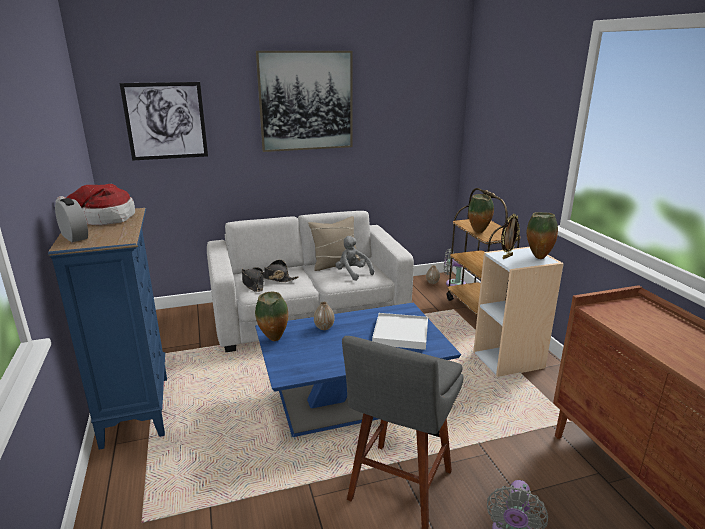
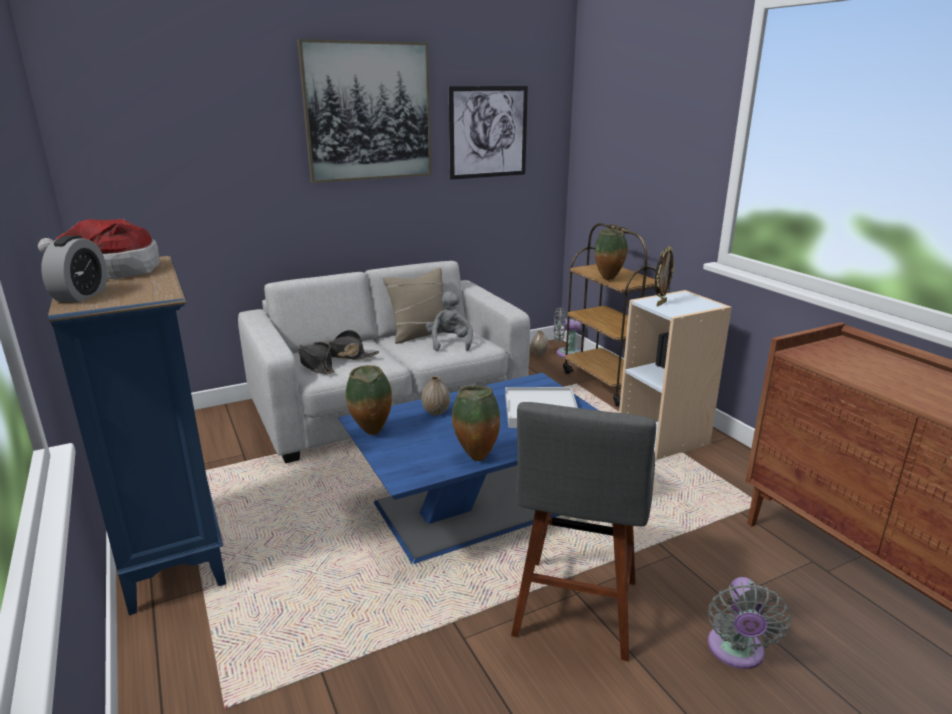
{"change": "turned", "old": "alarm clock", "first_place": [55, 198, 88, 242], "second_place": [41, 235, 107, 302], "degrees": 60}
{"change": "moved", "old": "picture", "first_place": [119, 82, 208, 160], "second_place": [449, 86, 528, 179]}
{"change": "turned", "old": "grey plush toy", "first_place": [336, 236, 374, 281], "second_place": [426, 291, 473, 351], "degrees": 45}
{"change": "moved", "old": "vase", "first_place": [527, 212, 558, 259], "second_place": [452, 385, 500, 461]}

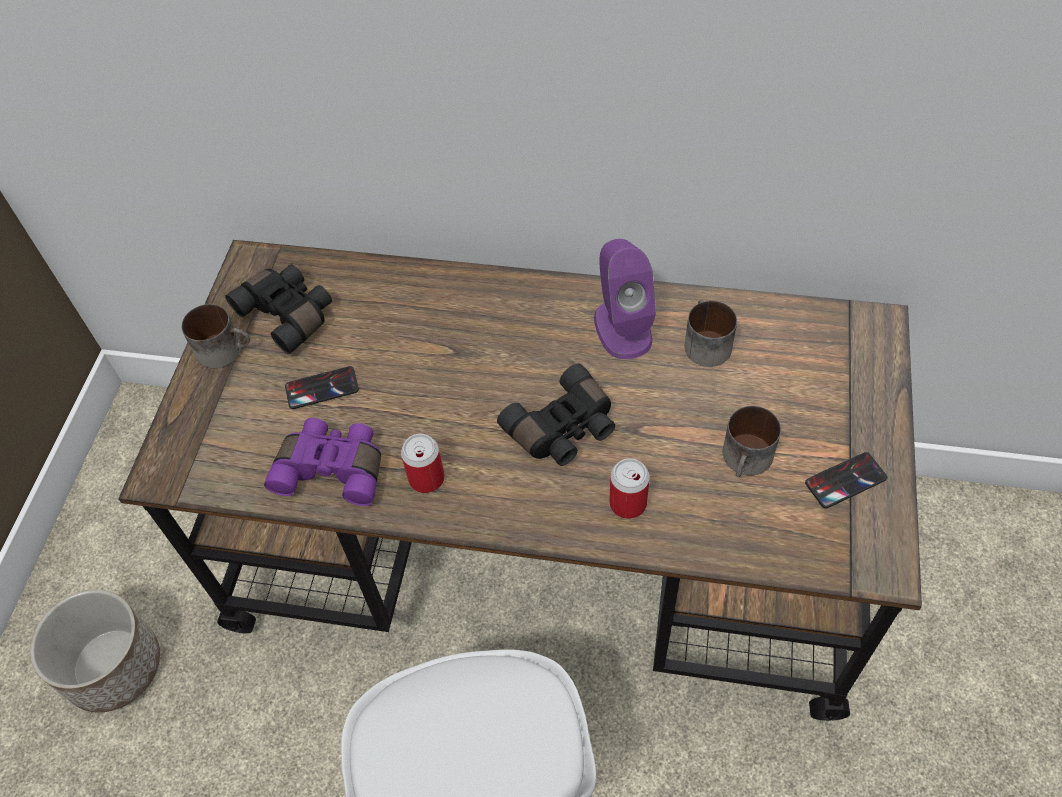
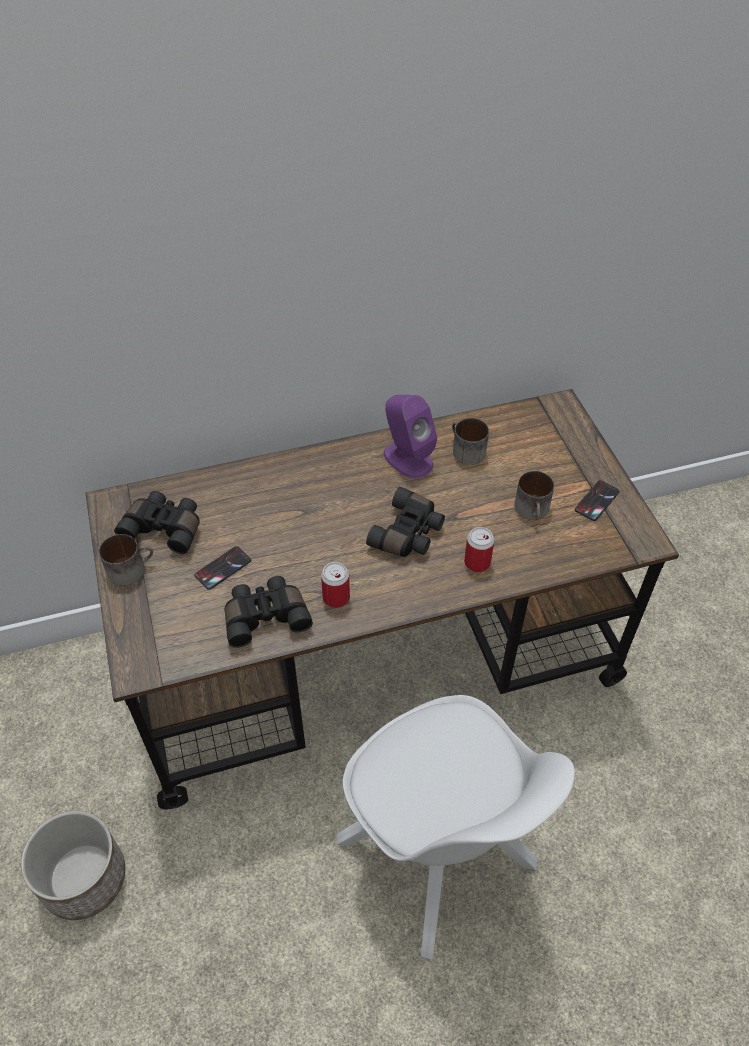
{"change": "recoloured", "old": "purple binoculars", "new": "black binoculars", "first_place": [264, 418, 381, 506], "second_place": [224, 576, 313, 648]}

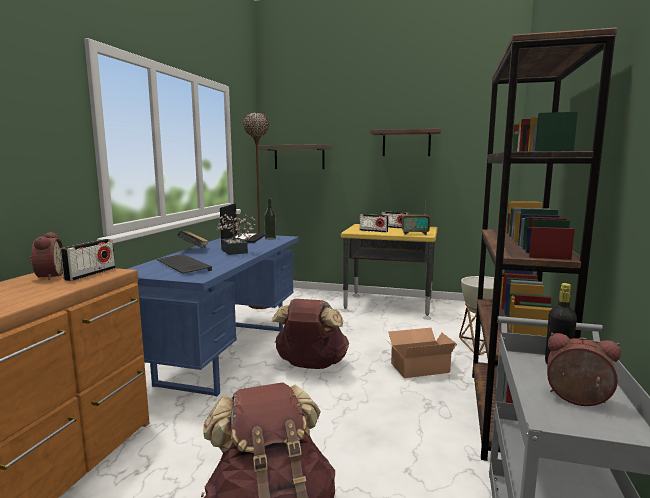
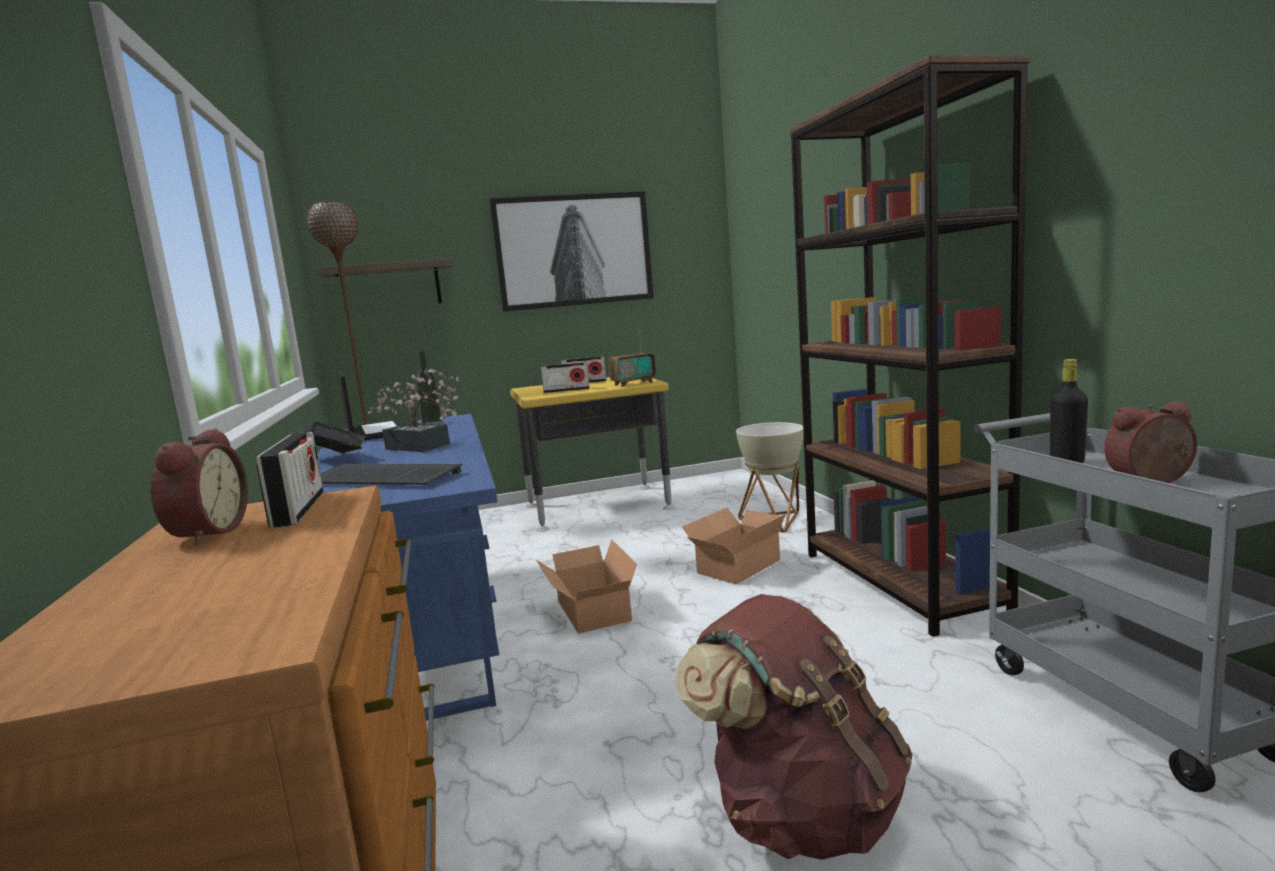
{"change": "turned", "old": "alarm clock", "first_place": [29, 232, 63, 280], "second_place": [151, 428, 248, 545], "degrees": 45}
{"change": "replaced", "old": "brown backpack", "new": "cardboard box", "first_place": [272, 299, 349, 369], "second_place": [536, 539, 637, 634]}
{"change": "replaced", "old": "shelf", "new": "picture", "first_place": [370, 129, 441, 156], "second_place": [489, 191, 654, 312]}

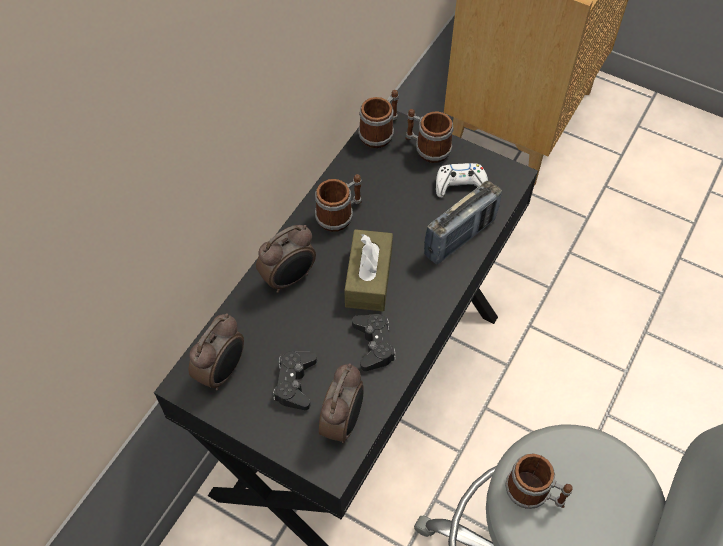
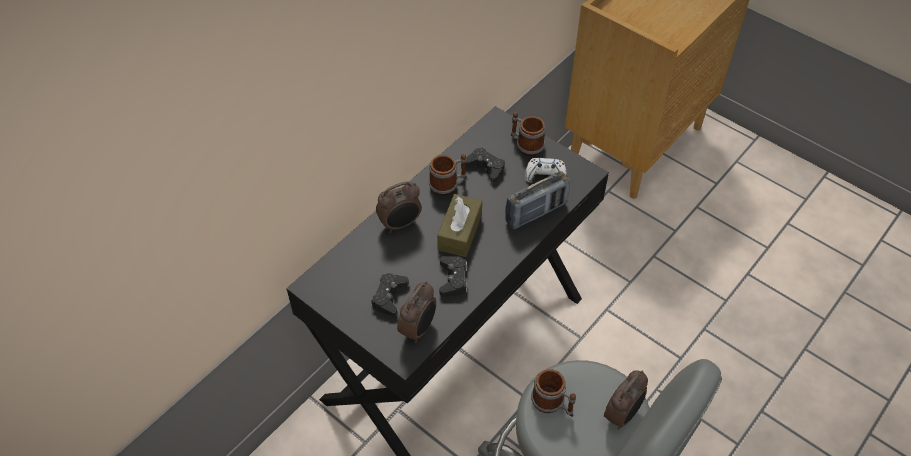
{"change": "moved", "old": "alarm clock", "first_place": [189, 314, 244, 391], "second_place": [604, 370, 648, 430]}
{"change": "removed", "old": "mug", "first_place": [358, 90, 399, 148]}
{"change": "added", "new": "black game controller", "second_place": [465, 148, 505, 183]}

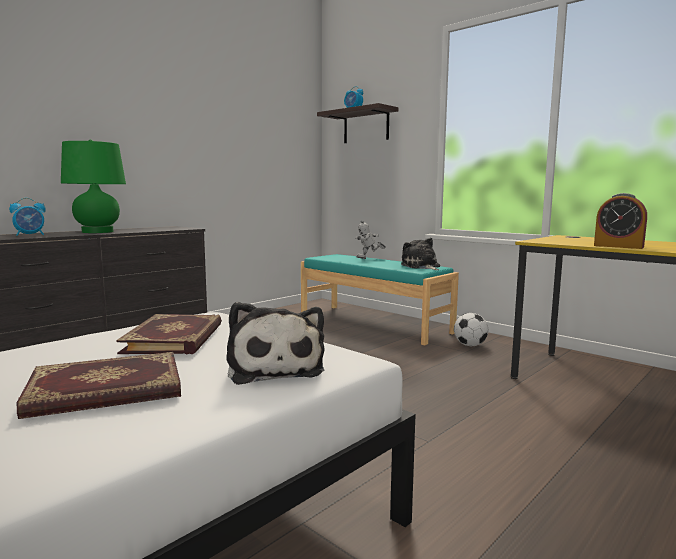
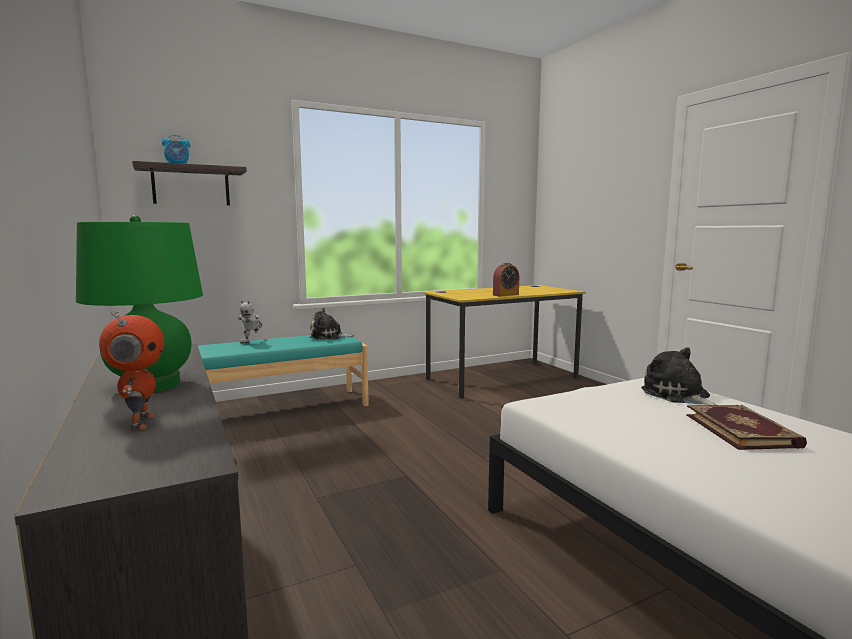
{"change": "replaced", "old": "alarm clock", "new": "toy robot", "first_place": [9, 198, 46, 236], "second_place": [99, 311, 164, 430]}
{"change": "removed", "old": "book", "first_place": [116, 314, 222, 354]}
{"change": "turned", "old": "plush toy", "first_place": [227, 302, 325, 385], "second_place": [641, 347, 717, 405], "degrees": -120}
{"change": "removed", "old": "football", "first_place": [454, 313, 488, 346]}

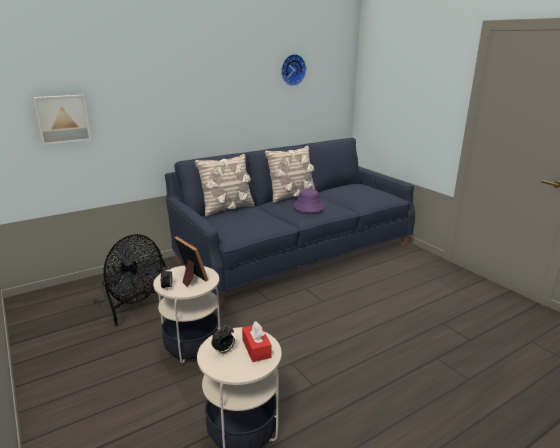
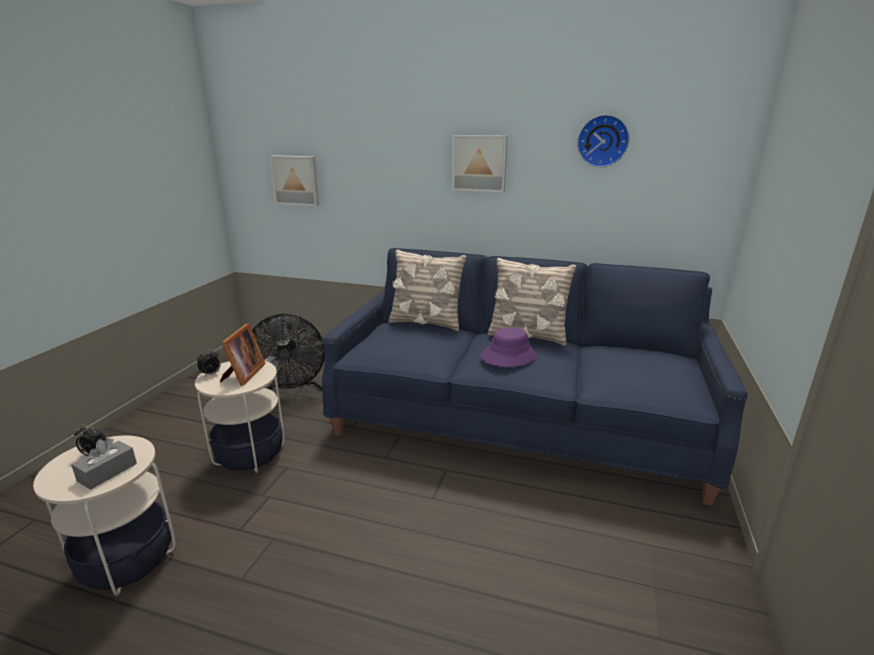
{"change": "recoloured", "old": "red tissue box", "new": "grey tissue box", "first_place": [242, 321, 272, 362], "second_place": [71, 438, 137, 490]}
{"change": "added", "new": "picture", "second_place": [452, 135, 508, 193]}

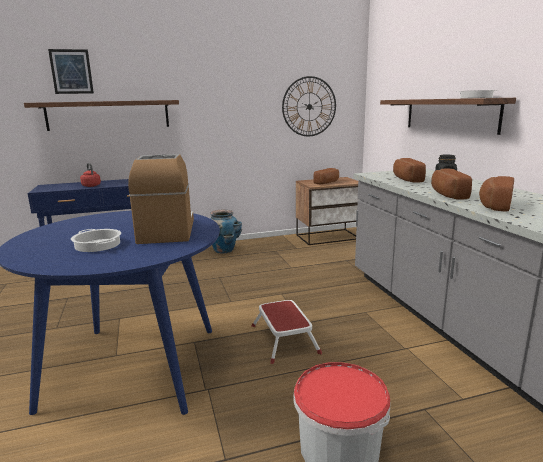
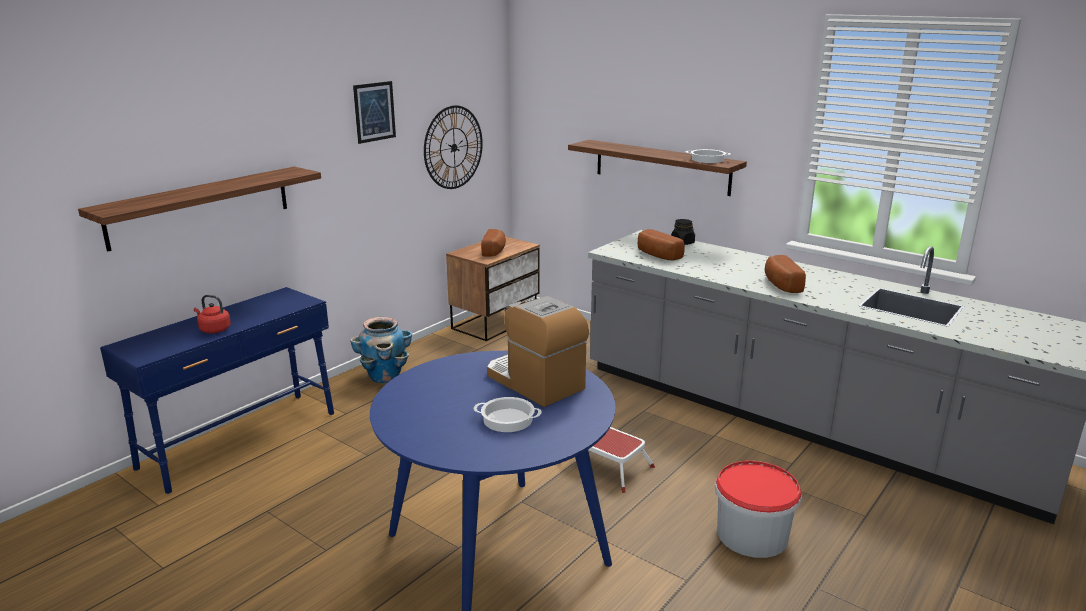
{"change": "moved", "old": "picture", "first_place": [48, 49, 94, 94], "second_place": [353, 81, 396, 144]}
{"change": "removed", "old": "bread", "first_place": [431, 169, 472, 199]}

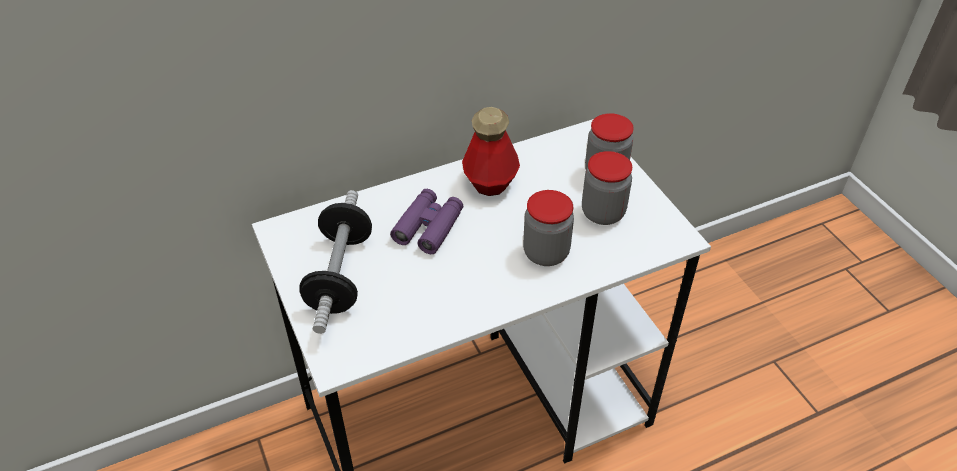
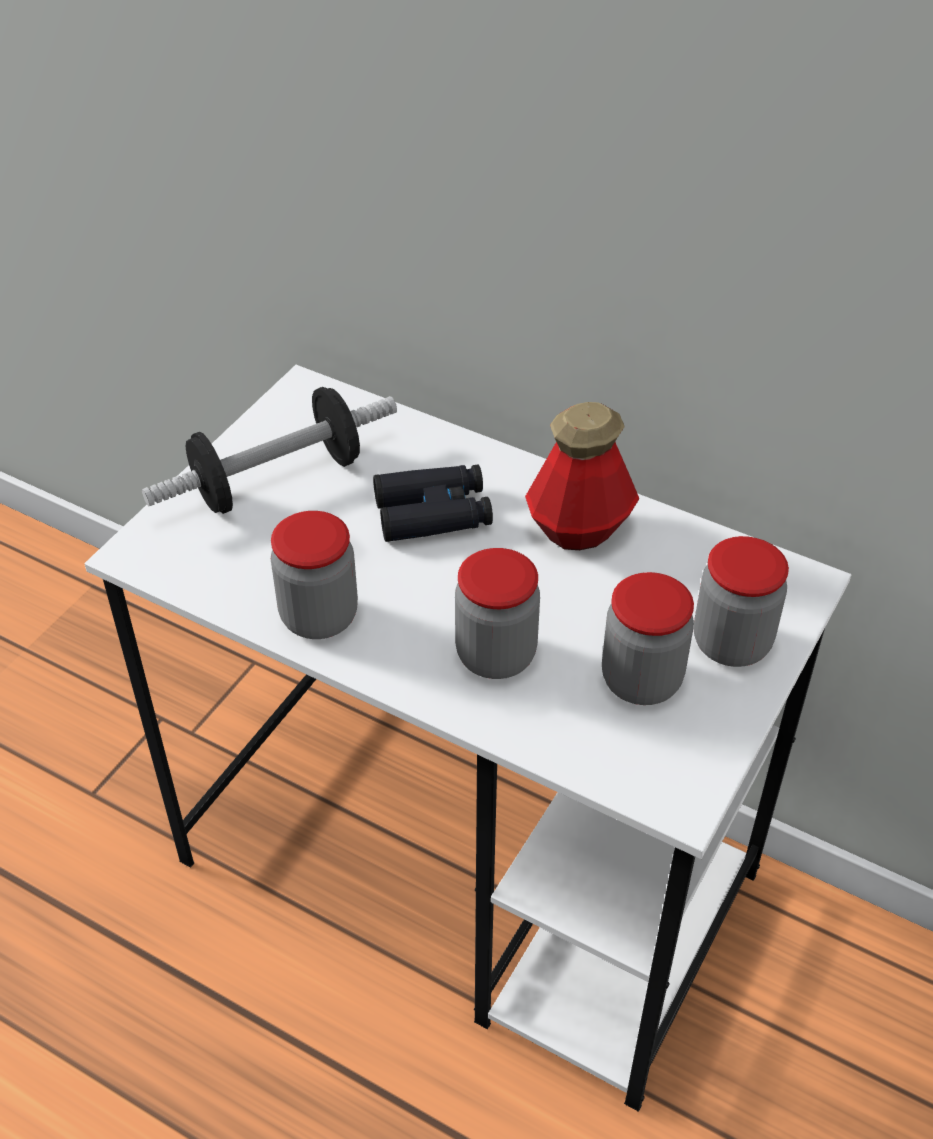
{"change": "recoloured", "old": "purple binoculars", "new": "black binoculars", "first_place": [390, 189, 463, 254], "second_place": [373, 465, 493, 542]}
{"change": "added", "new": "jar", "second_place": [271, 511, 358, 639]}

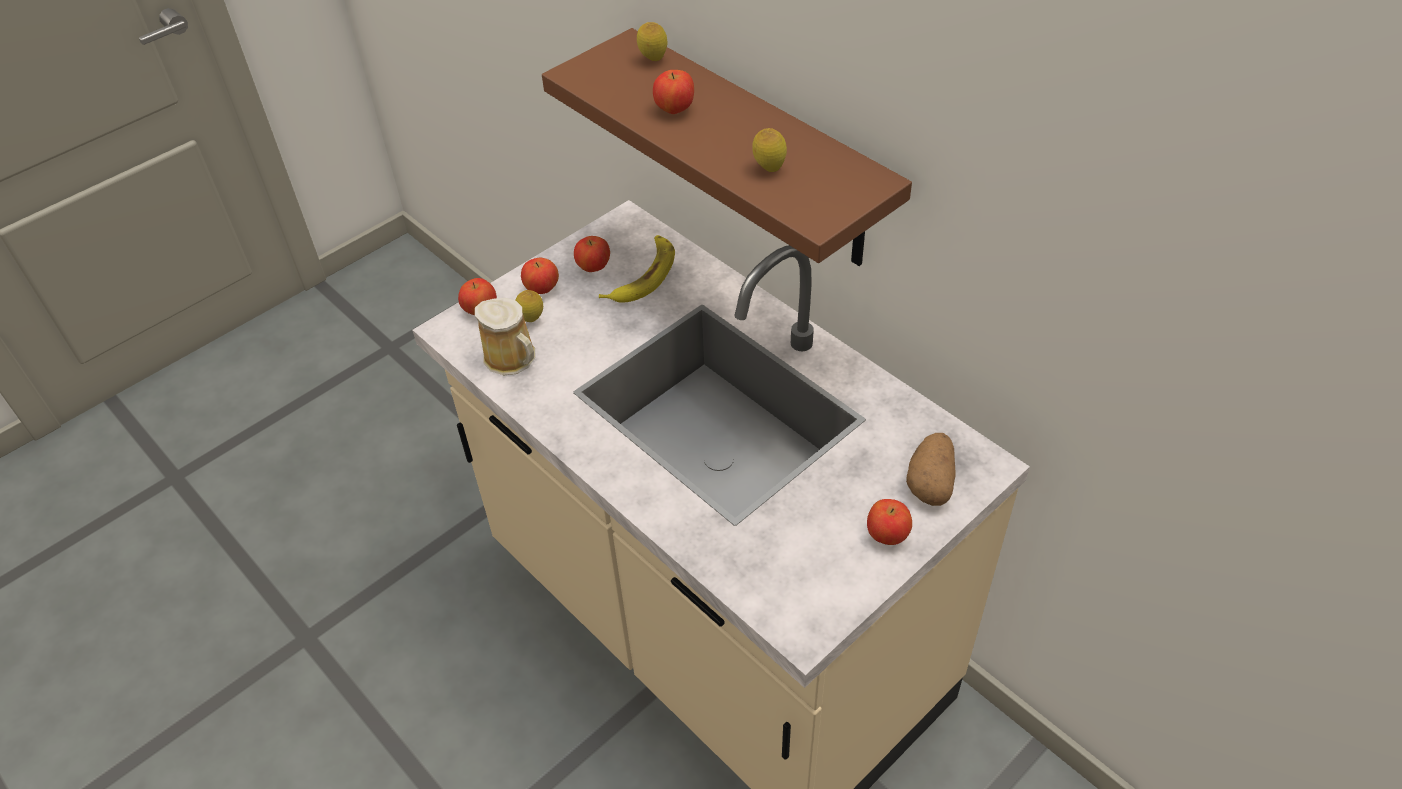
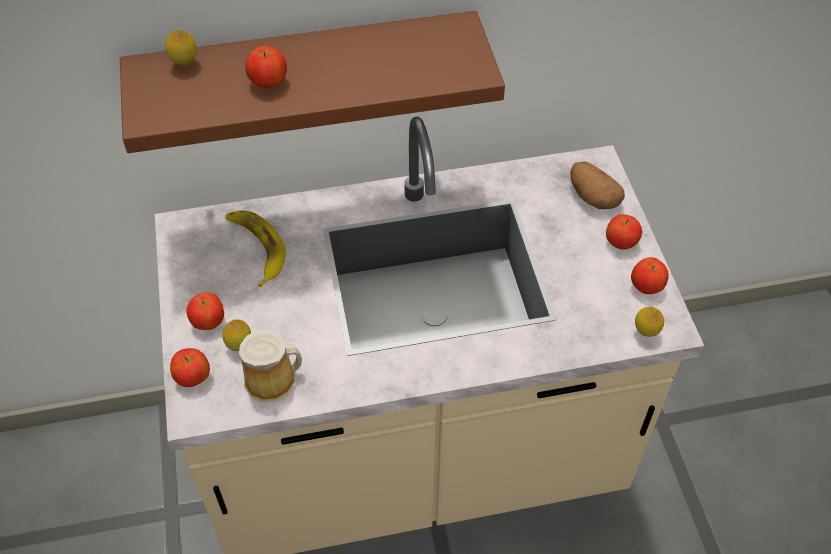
{"change": "moved", "old": "apple", "first_place": [574, 236, 610, 272], "second_place": [631, 257, 669, 294]}
{"change": "moved", "old": "lemon", "first_place": [752, 128, 787, 172], "second_place": [635, 307, 664, 337]}

